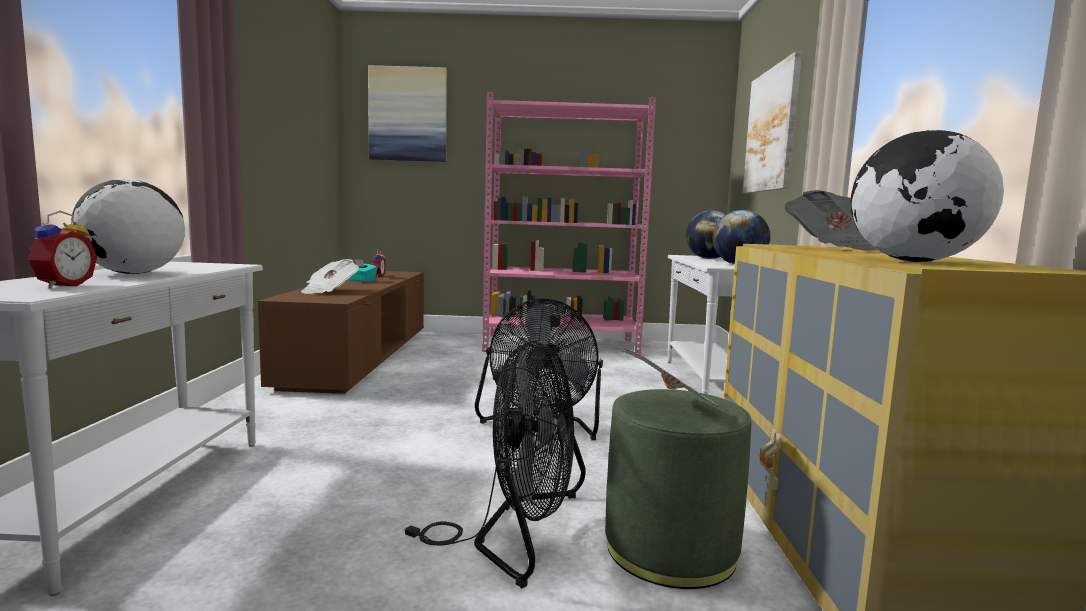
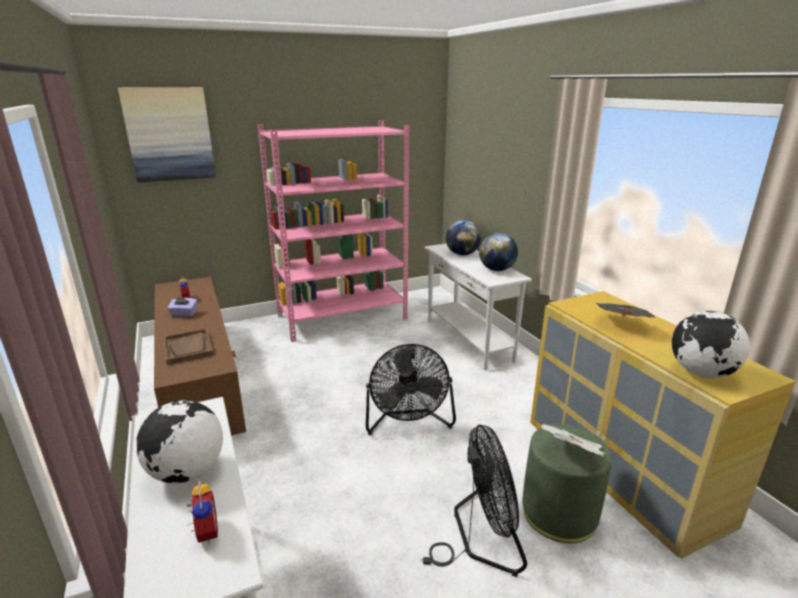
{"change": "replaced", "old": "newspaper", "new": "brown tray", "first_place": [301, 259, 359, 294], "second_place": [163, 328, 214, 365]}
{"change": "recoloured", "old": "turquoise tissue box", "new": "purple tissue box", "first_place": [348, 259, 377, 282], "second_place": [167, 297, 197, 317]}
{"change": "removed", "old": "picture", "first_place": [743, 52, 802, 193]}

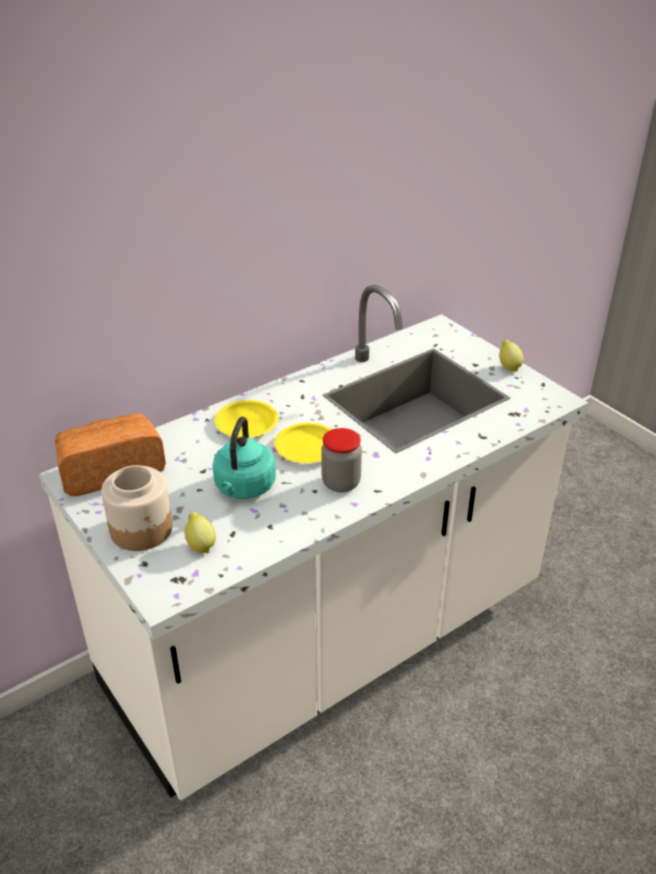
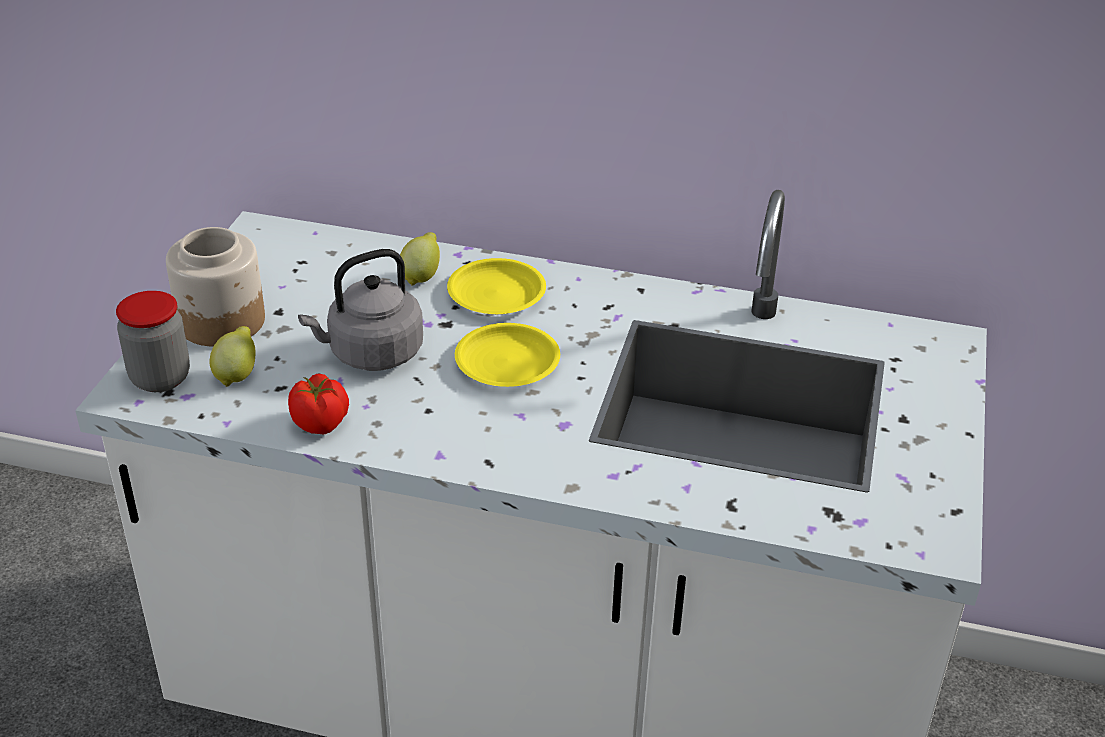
{"change": "removed", "old": "bread", "first_place": [55, 413, 166, 496]}
{"change": "recoloured", "old": "turquoise kettle", "new": "grey kettle", "first_place": [212, 417, 276, 499], "second_place": [298, 249, 423, 371]}
{"change": "moved", "old": "jar", "first_place": [321, 428, 362, 493], "second_place": [116, 291, 190, 392]}
{"change": "moved", "old": "lemon", "first_place": [499, 340, 524, 372], "second_place": [400, 232, 440, 285]}
{"change": "added", "new": "tomato", "second_place": [288, 373, 349, 434]}

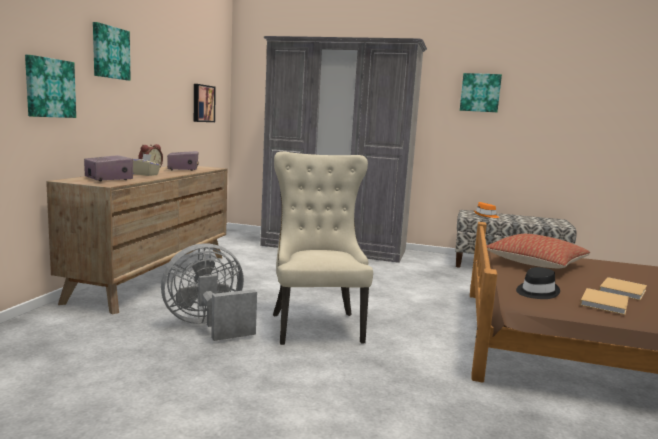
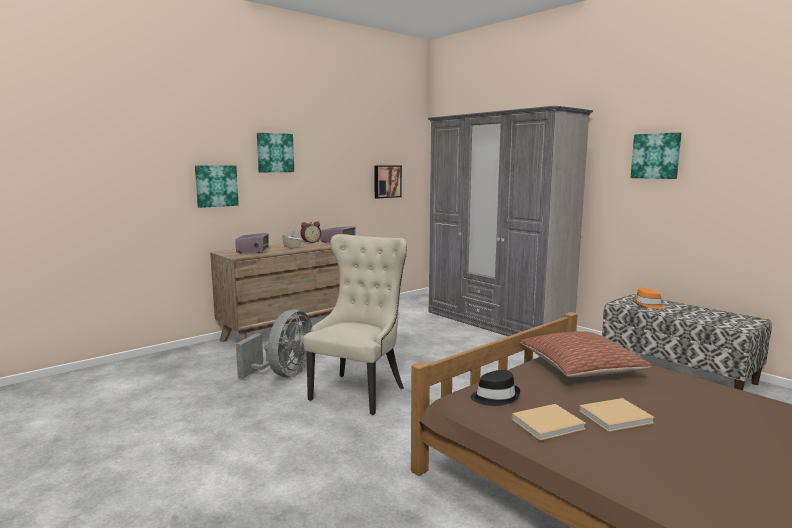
{"change": "turned", "old": "grey fan", "first_place": [161, 243, 257, 341], "second_place": [236, 310, 312, 378], "degrees": 105}

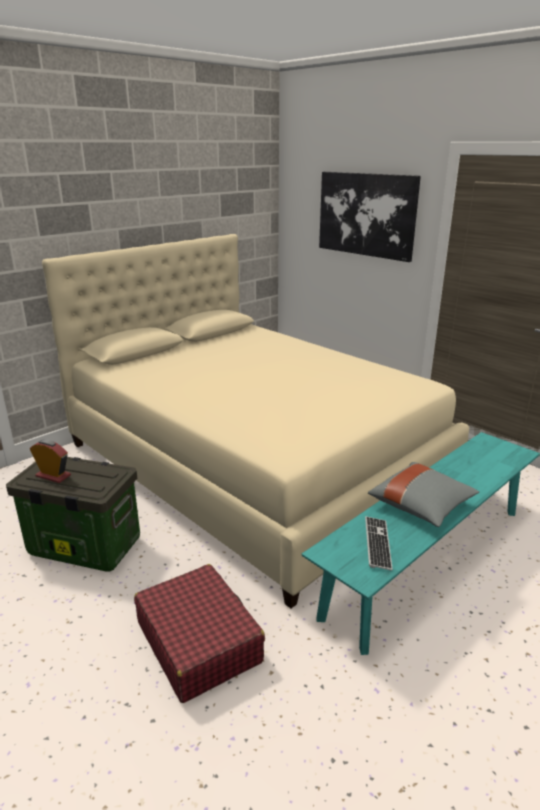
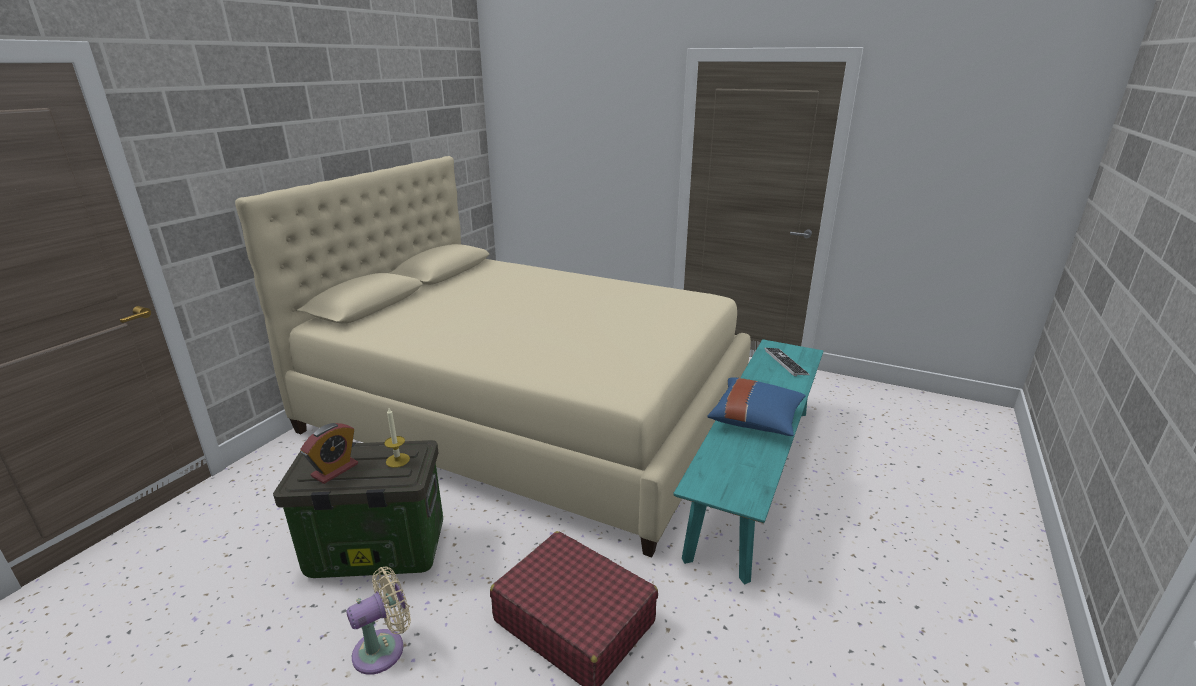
{"change": "turned", "old": "alarm clock", "first_place": [30, 439, 71, 483], "second_place": [300, 423, 358, 484], "degrees": 120}
{"change": "removed", "old": "picture", "first_place": [319, 172, 421, 262]}
{"change": "moved", "old": "keyboard", "first_place": [365, 516, 393, 571], "second_place": [764, 348, 810, 376]}
{"change": "recoloured", "old": "grey pillow", "new": "blue pillow", "first_place": [368, 462, 479, 527], "second_place": [707, 378, 806, 436]}
{"change": "added", "new": "beige fan", "second_place": [346, 566, 411, 675]}
{"change": "added", "new": "candle", "second_place": [384, 408, 410, 468]}

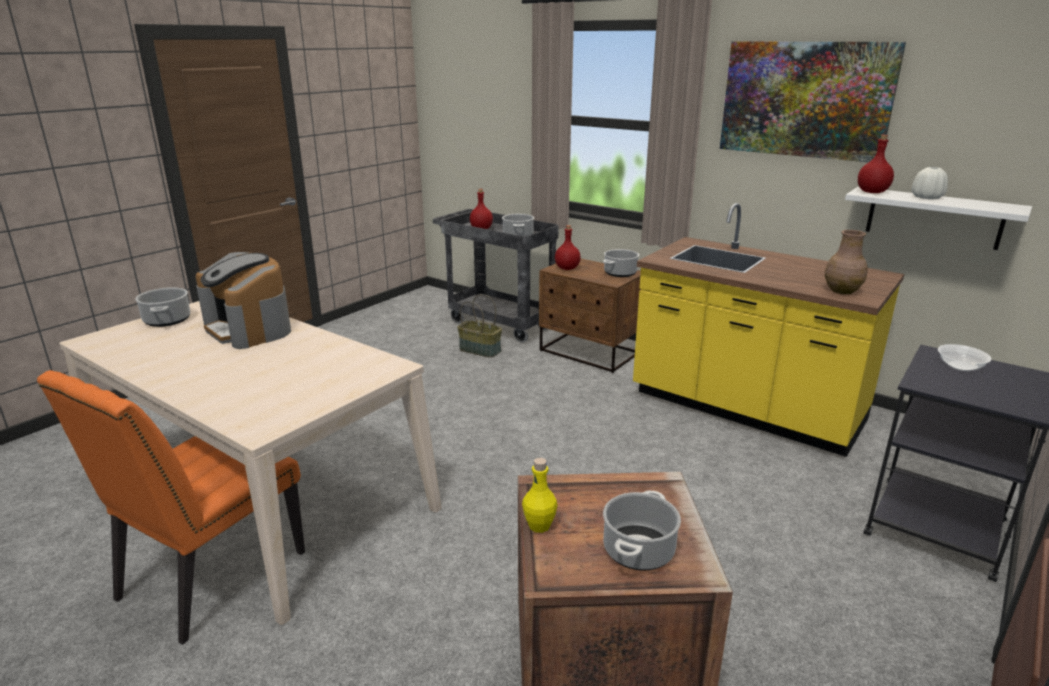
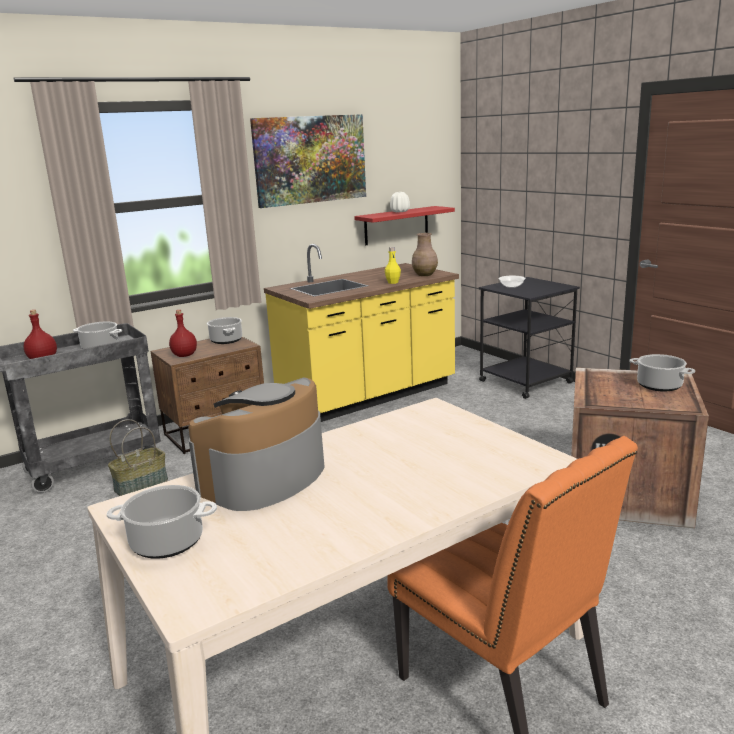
{"change": "turned", "old": "coffee machine", "first_place": [196, 252, 291, 349], "second_place": [188, 377, 325, 511], "degrees": 150}
{"change": "moved", "old": "yellow bottle", "first_place": [522, 458, 558, 533], "second_place": [385, 247, 401, 284]}
{"change": "recoloured", "old": "white shelf", "new": "red shelf", "first_place": [845, 187, 1032, 250], "second_place": [354, 206, 455, 245]}
{"change": "removed", "old": "red bottle", "first_place": [858, 135, 894, 193]}

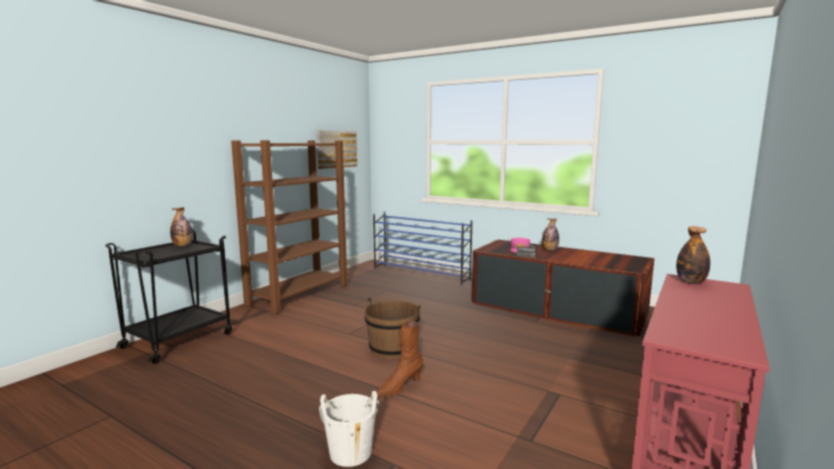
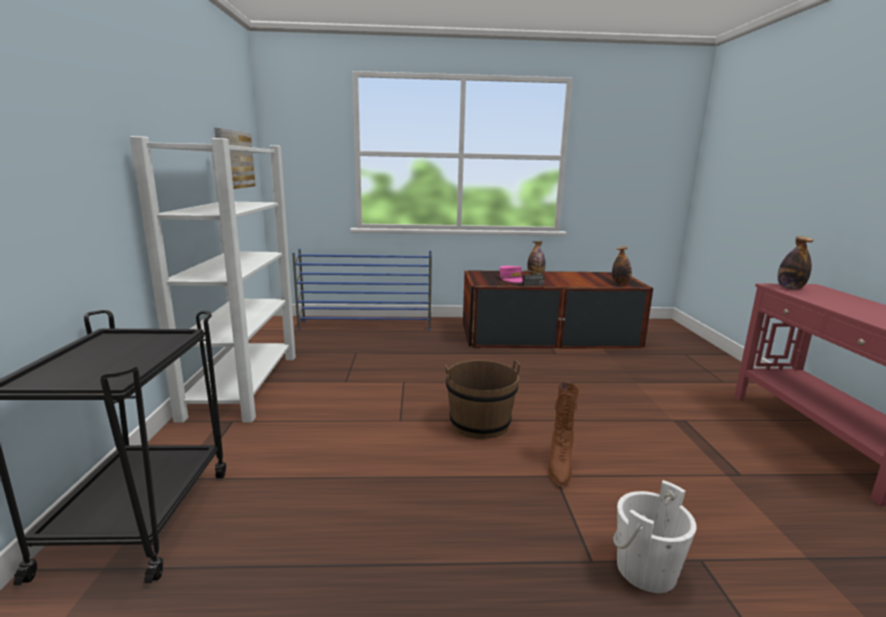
{"change": "moved", "old": "bottle", "first_place": [170, 207, 193, 247], "second_place": [612, 247, 632, 284]}
{"change": "recoloured", "old": "brown bookcase", "new": "white bookcase", "first_place": [231, 140, 347, 314], "second_place": [130, 136, 296, 422]}

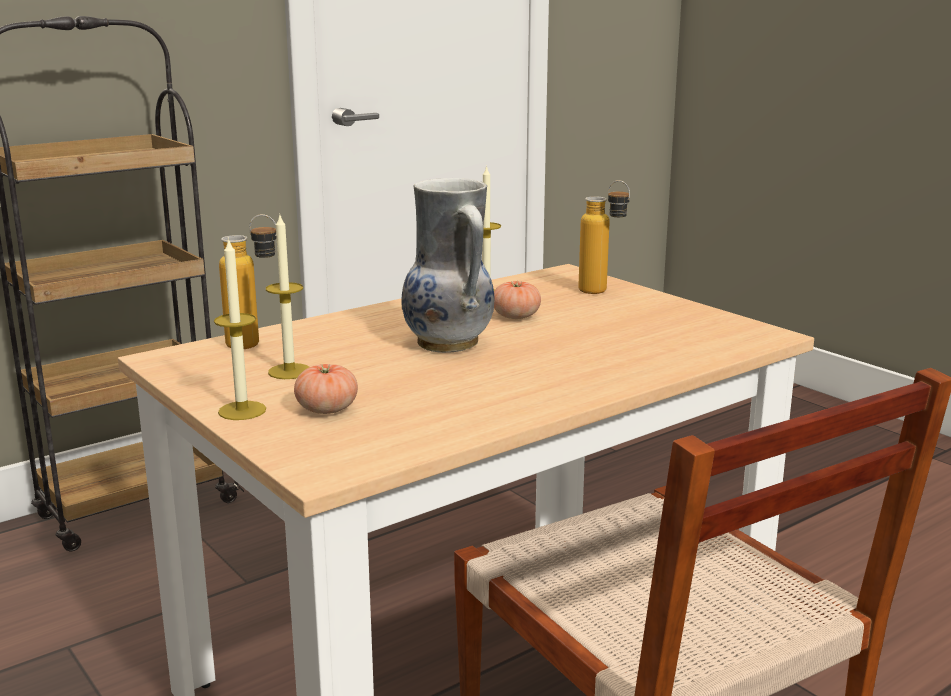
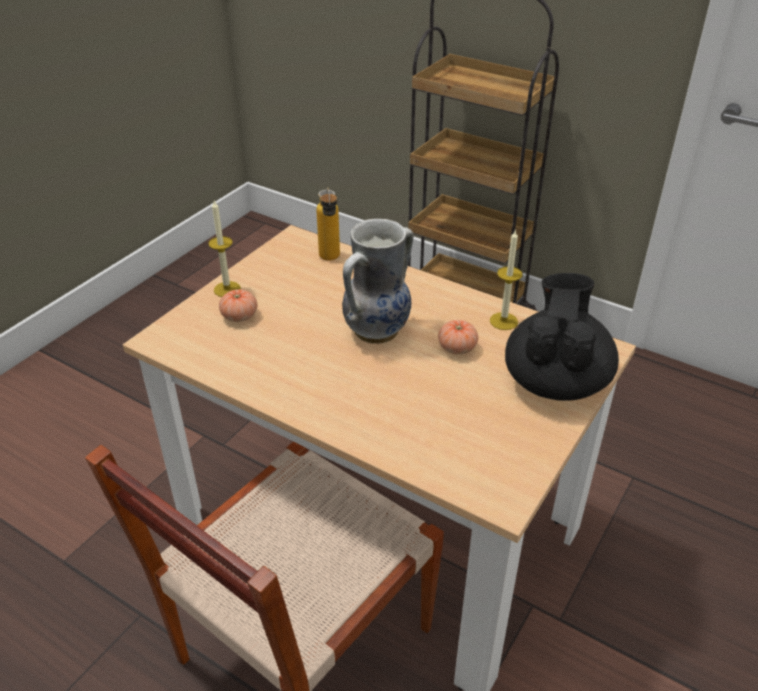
{"change": "removed", "old": "candle", "first_place": [266, 215, 309, 379]}
{"change": "replaced", "old": "bottle", "new": "black teapot", "first_place": [578, 180, 630, 294], "second_place": [505, 273, 619, 401]}

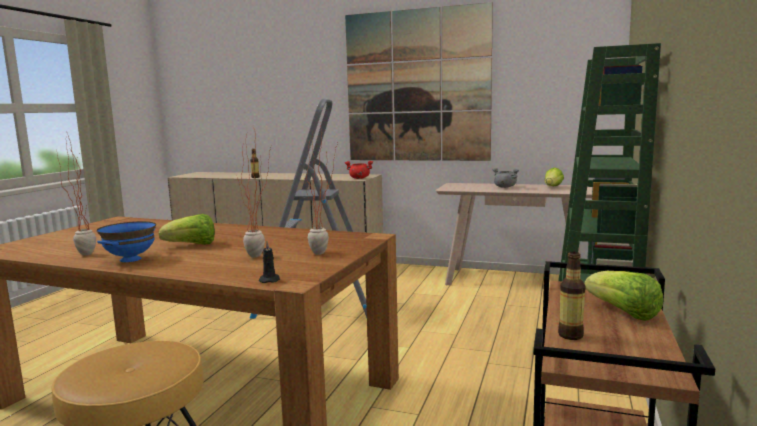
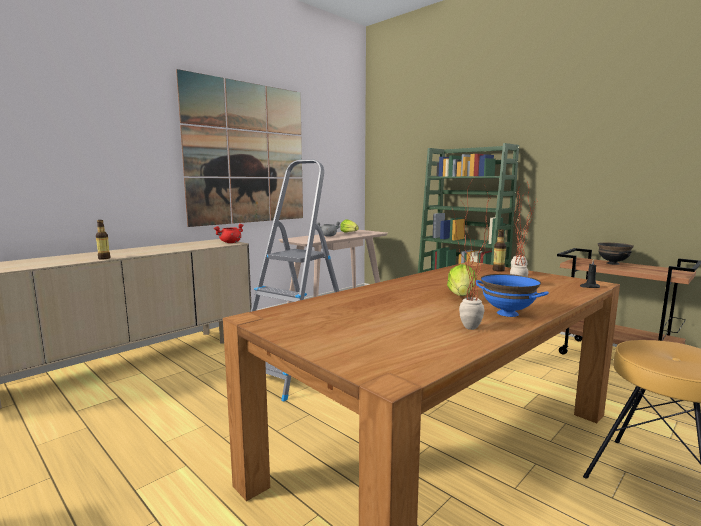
{"change": "moved", "old": "bottle", "first_place": [558, 252, 586, 340], "second_place": [493, 229, 506, 272]}
{"change": "replaced", "old": "lettuce", "new": "black bowl", "first_place": [585, 271, 663, 321], "second_place": [598, 243, 634, 265]}

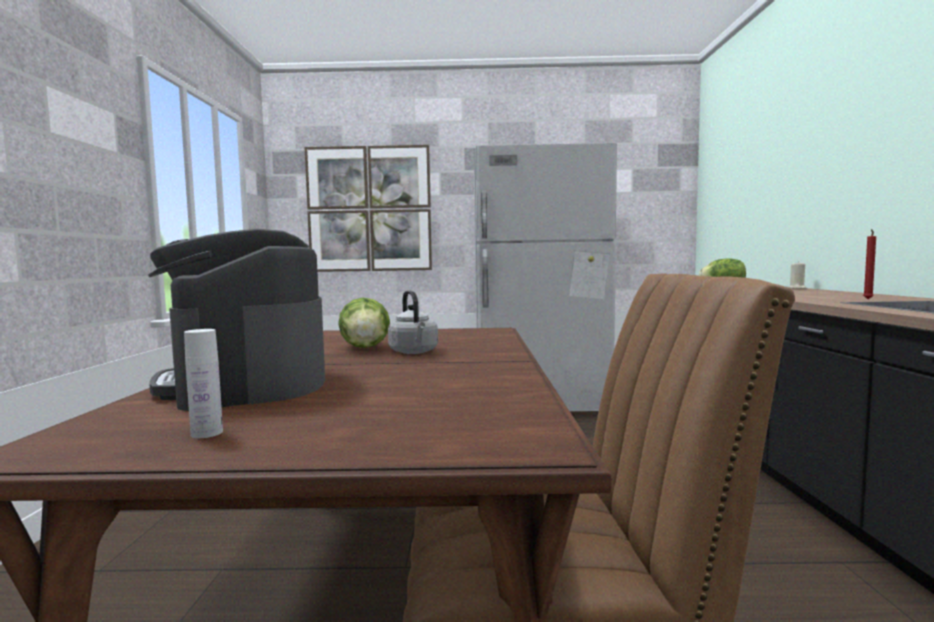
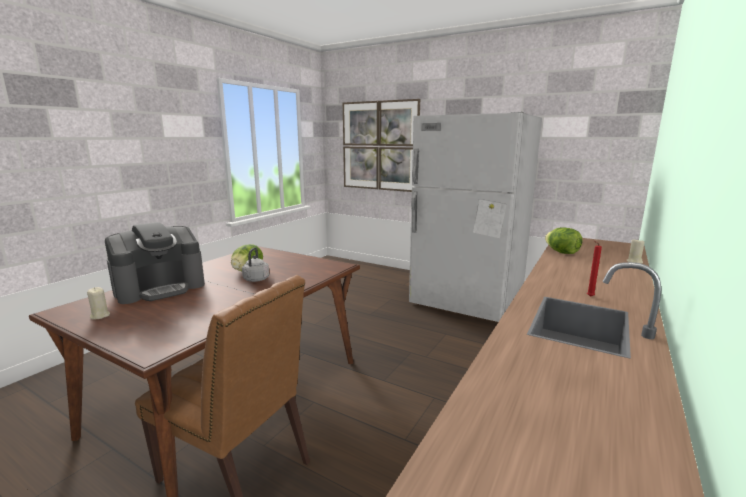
{"change": "turned", "old": "coffee machine", "first_place": [148, 229, 325, 411], "second_place": [105, 222, 205, 304], "degrees": -135}
{"change": "replaced", "old": "white bottle", "new": "beige candle", "first_place": [184, 329, 223, 438], "second_place": [87, 287, 110, 320]}

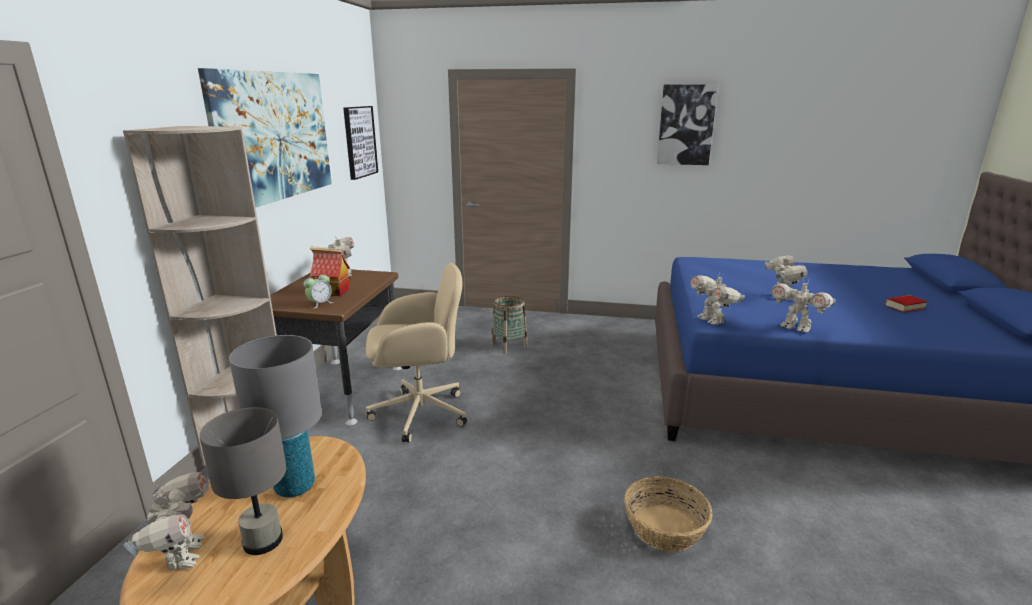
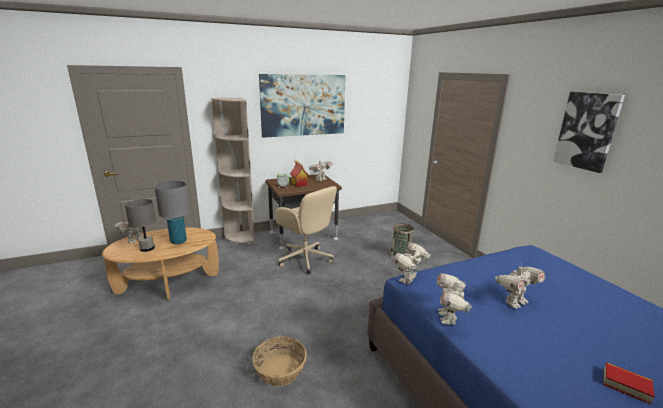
{"change": "removed", "old": "picture", "first_place": [343, 106, 378, 180]}

